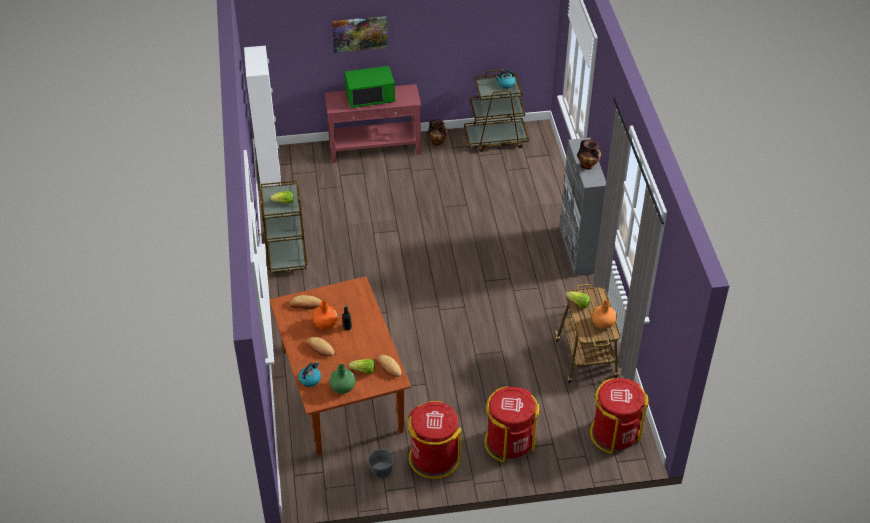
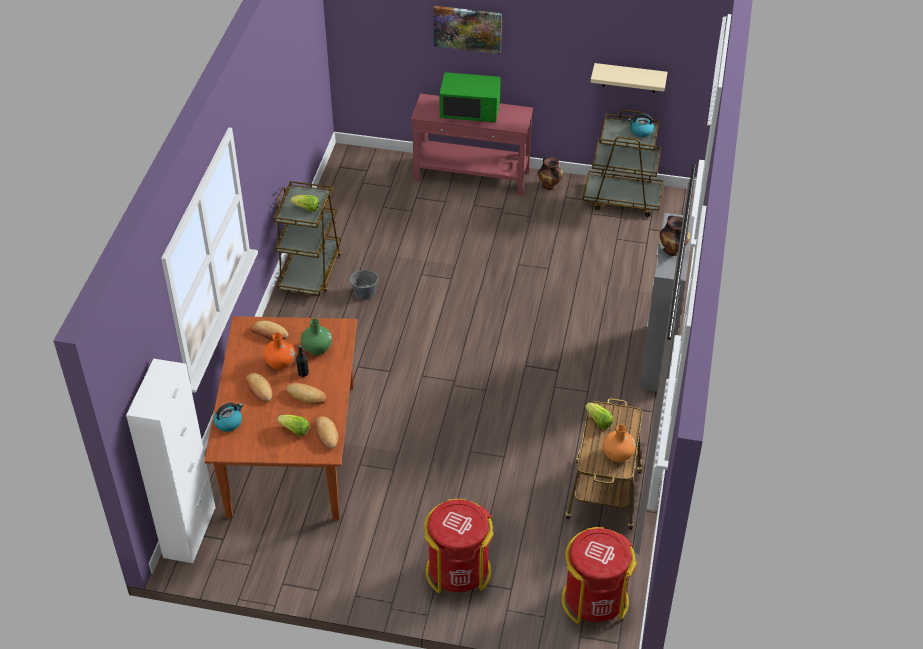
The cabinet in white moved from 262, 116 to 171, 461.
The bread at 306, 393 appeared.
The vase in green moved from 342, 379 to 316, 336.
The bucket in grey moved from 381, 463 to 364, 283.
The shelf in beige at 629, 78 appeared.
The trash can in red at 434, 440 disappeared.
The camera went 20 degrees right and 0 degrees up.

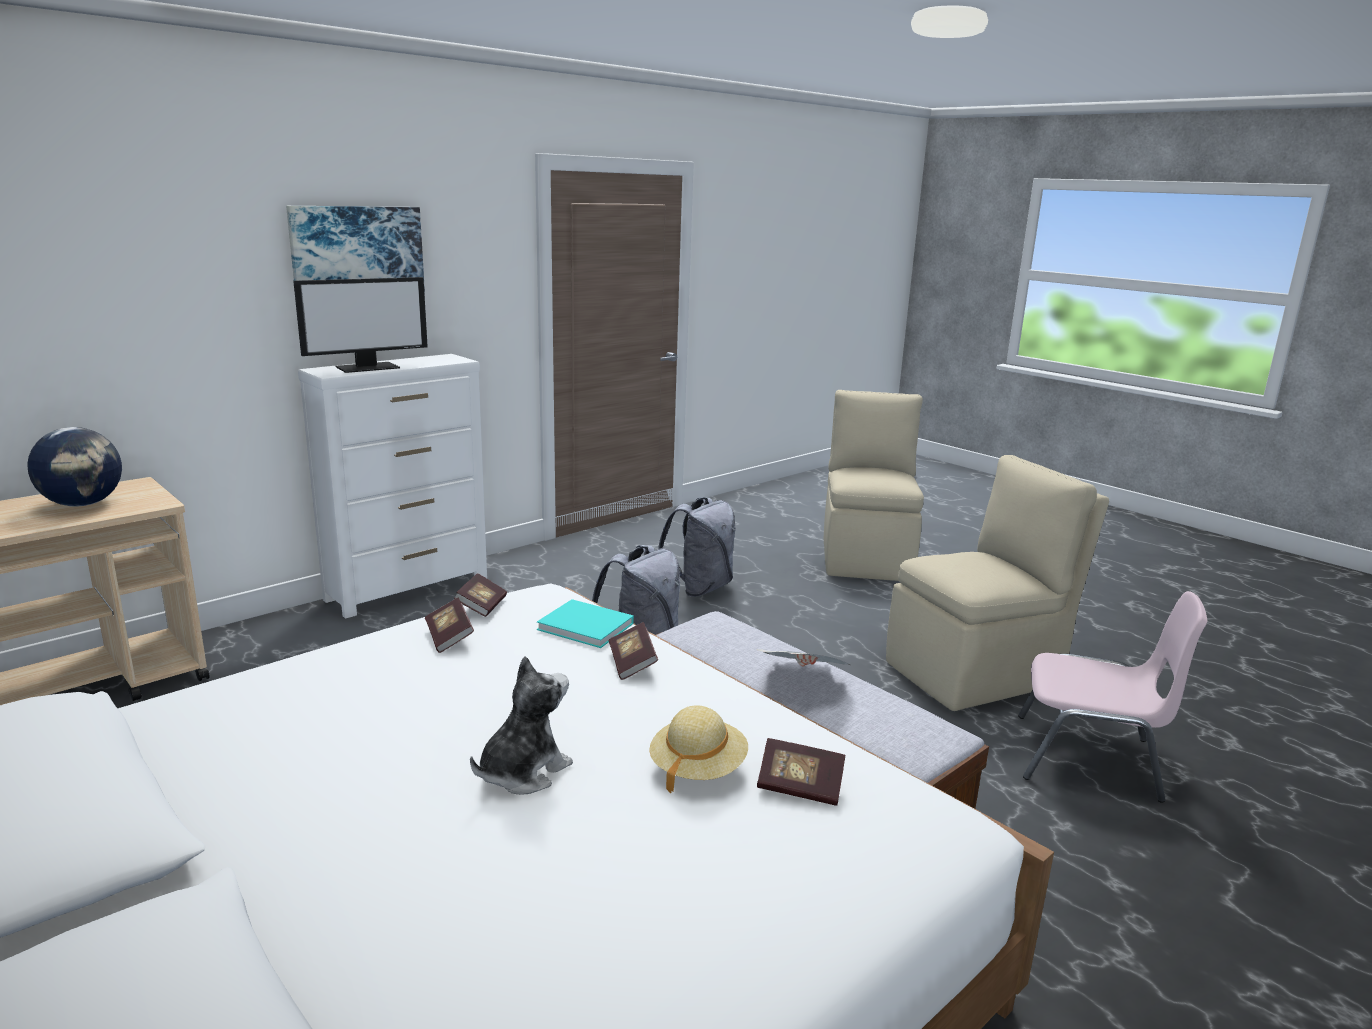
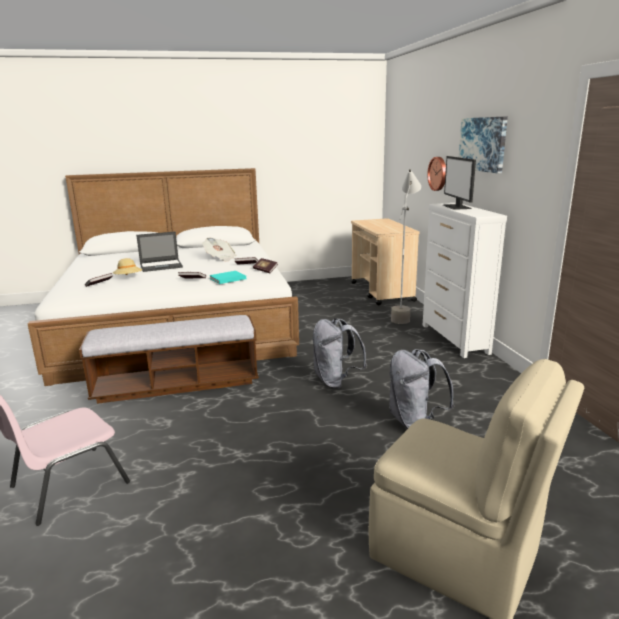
The plush toy at 521, 725 was replaced by the laptop at 159, 251.
The newspaper moved from 803, 658 to 219, 250.
The floor lamp in grey at 406, 246 appeared.
The wall clock at 436, 174 appeared.
The globe at 74, 467 disappeared.
The chair in beige at 997, 583 disappeared.
The camera went 120 degrees right and 0 degrees up.

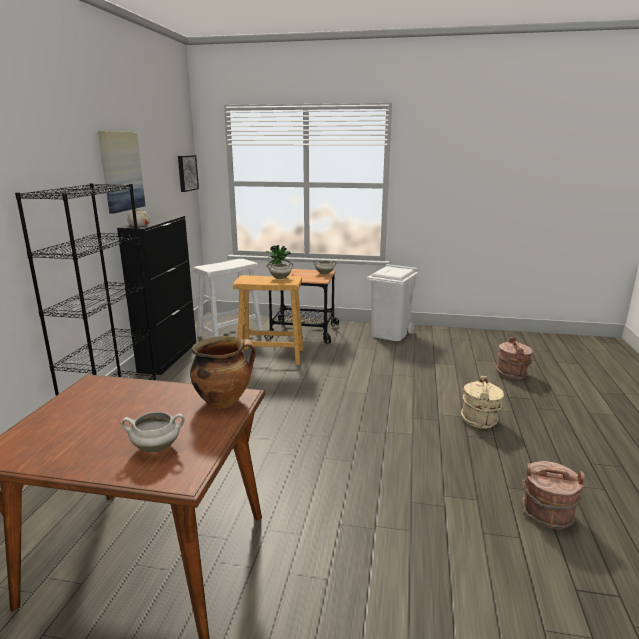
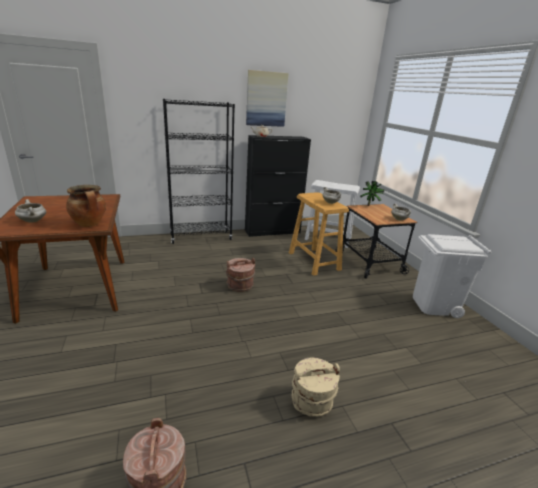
The bucket in brown moved from 514, 358 to 240, 275.
The picture at 188, 173 disappeared.
The camera went 60 degrees right and 5 degrees up.

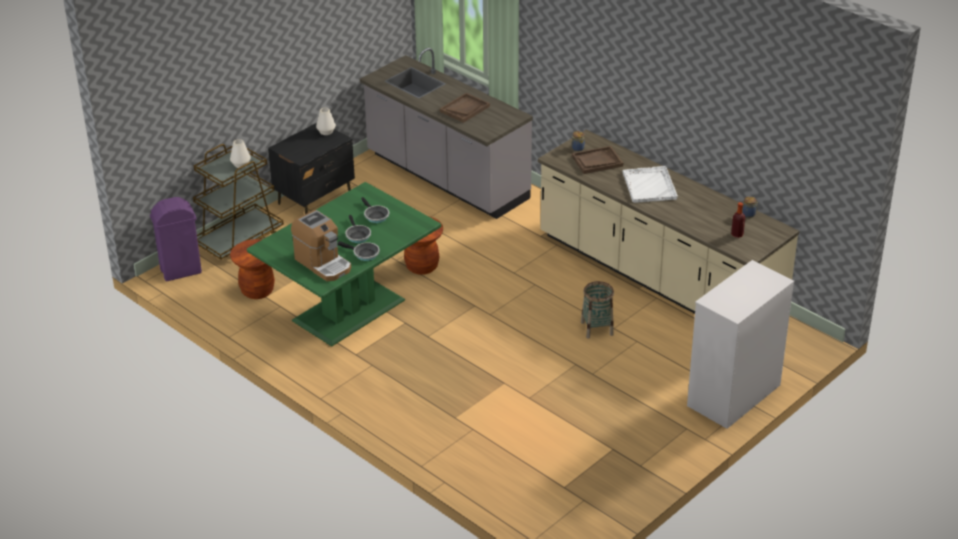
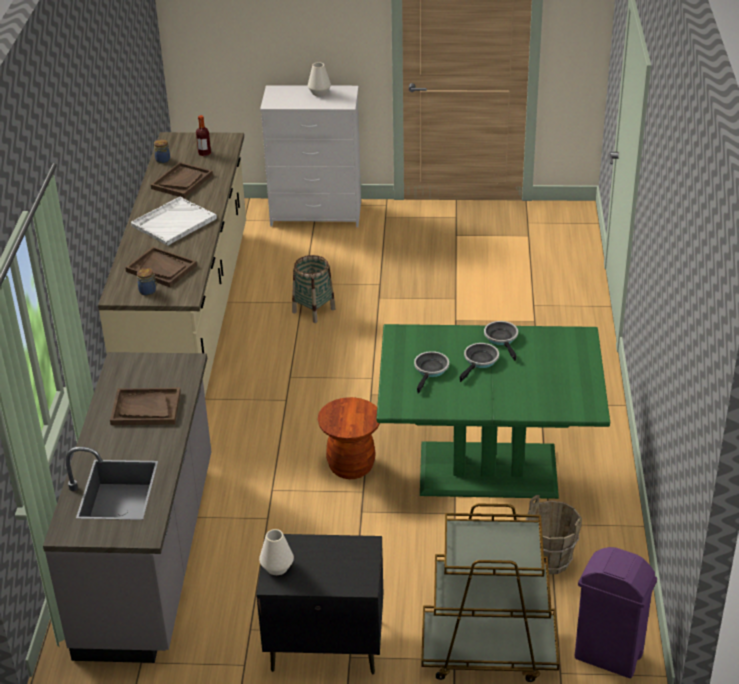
The tray in brown at 182, 180 appeared.
The vase in white moved from 240, 153 to 319, 79.
The stool in brown at 252, 269 was replaced by the bucket in brown at 554, 534.
The coffee machine at 321, 245 disappeared.
The camera went 130 degrees left and 0 degrees up.

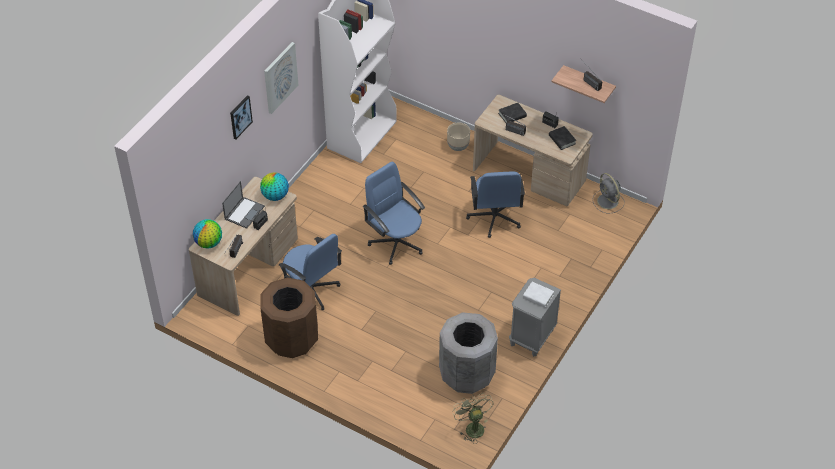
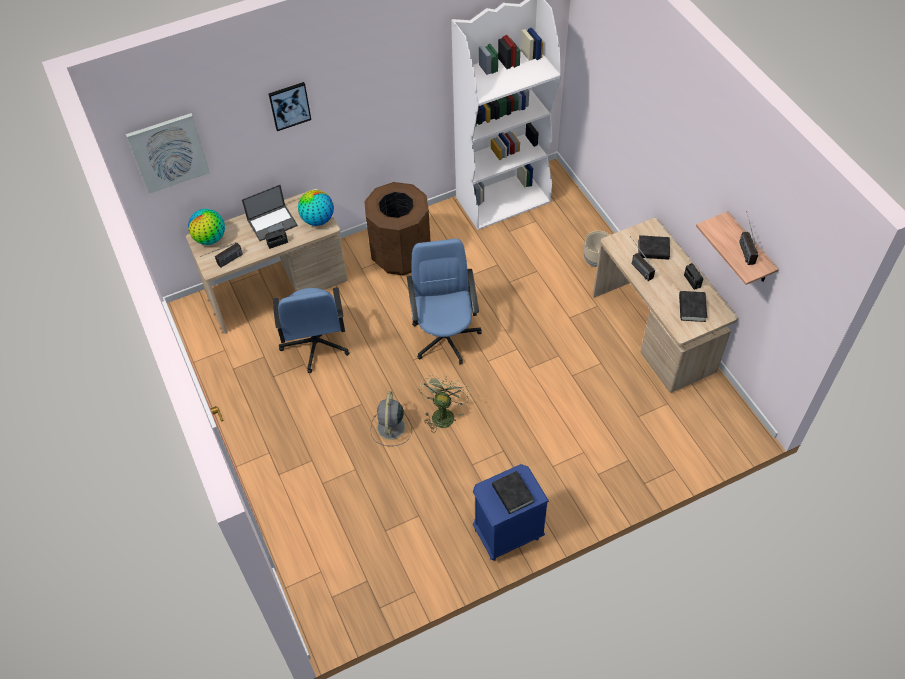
The picture moved from 281, 78 to 168, 153.
The trash can in brown moved from 289, 317 to 397, 229.
The fan in grey moved from 608, 193 to 391, 418.
The fan in green moved from 472, 419 to 444, 404.
The nightstand in grey at 535, 317 became the nightstand in blue at 511, 512.
The book in white at 538, 295 became the book in black at 513, 492.
The trash can in grey at 468, 353 disappeared.
The office chair in blue at 495, 205 disappeared.
The camera went 35 degrees right and 5 degrees up.

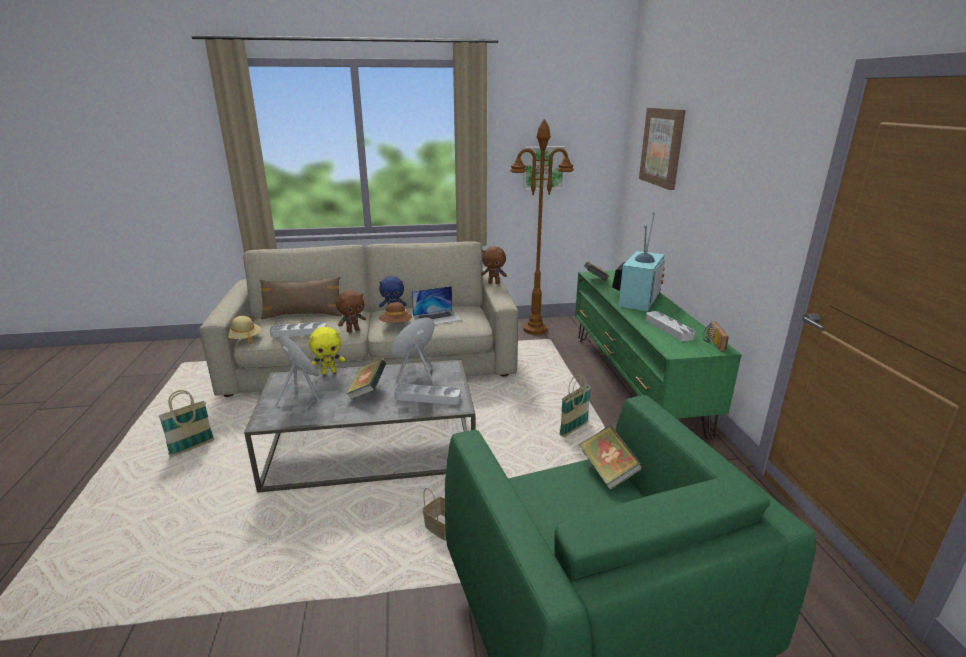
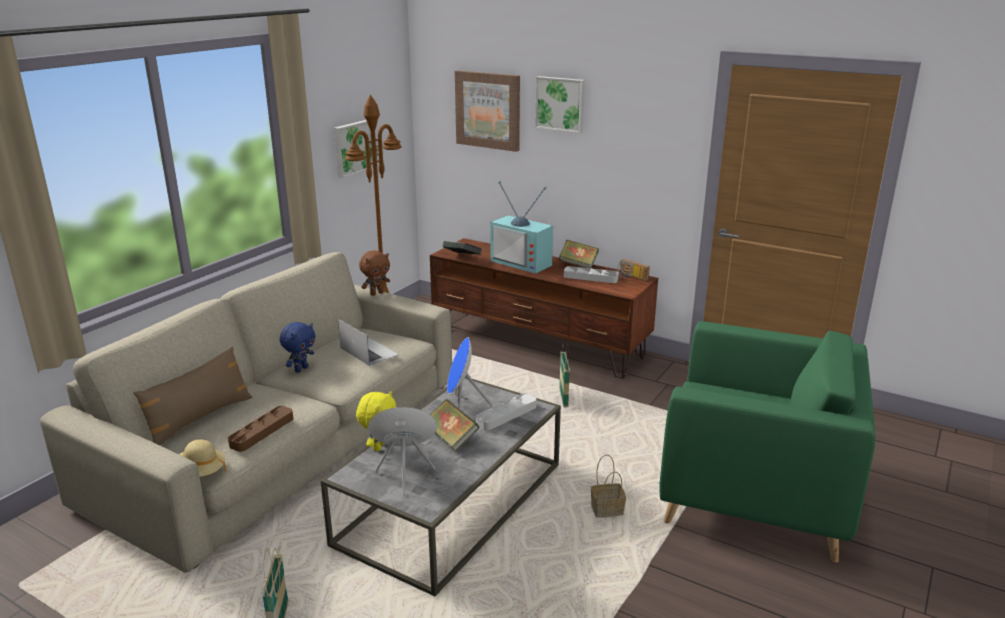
The tray in grey at 298, 330 became the tray in brown at 260, 429.
The laptop at 437, 305 turned 60 degrees counterclockwise.
The tv stand in green at 658, 354 became the tv stand in brown at 544, 308.
The television at 638, 262 turned 150 degrees clockwise.
The picture at 560, 104 appeared.
The book moved from 611, 457 to 579, 254.
The plush toy in brown at 351, 312 disappeared.
The hat in brown at 395, 312 disappeared.
The camera went 50 degrees left and 0 degrees up.

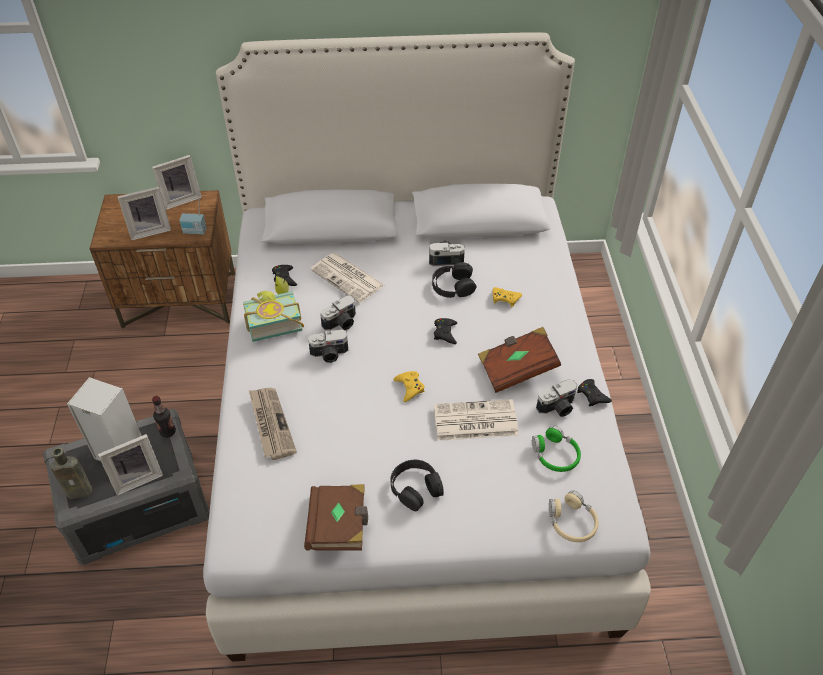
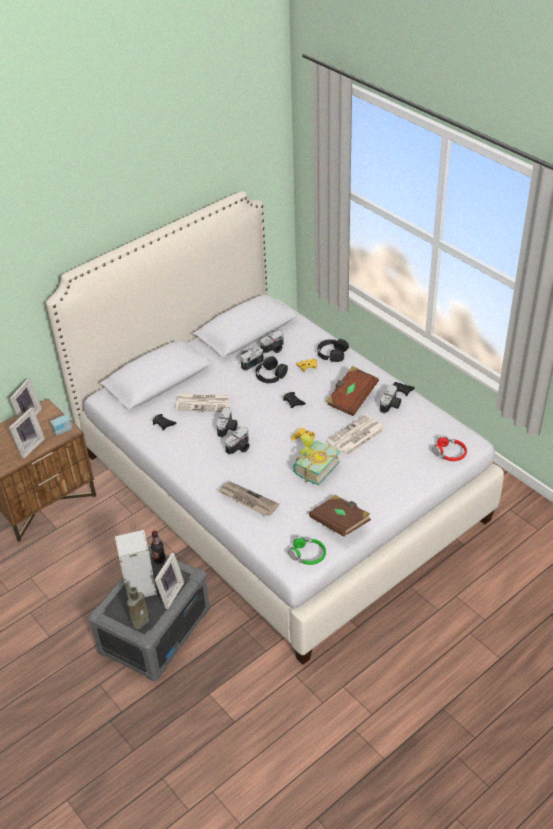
The photo camera at 272, 342 appeared.
The headphones in green moved from 556, 448 to 307, 550.
The book moved from 273, 309 to 316, 460.
The headphones in black moved from 417, 485 to 333, 350.
The headphones in beige at 574, 516 became the headphones in red at 449, 448.
The camera went 35 degrees left and 5 degrees down.

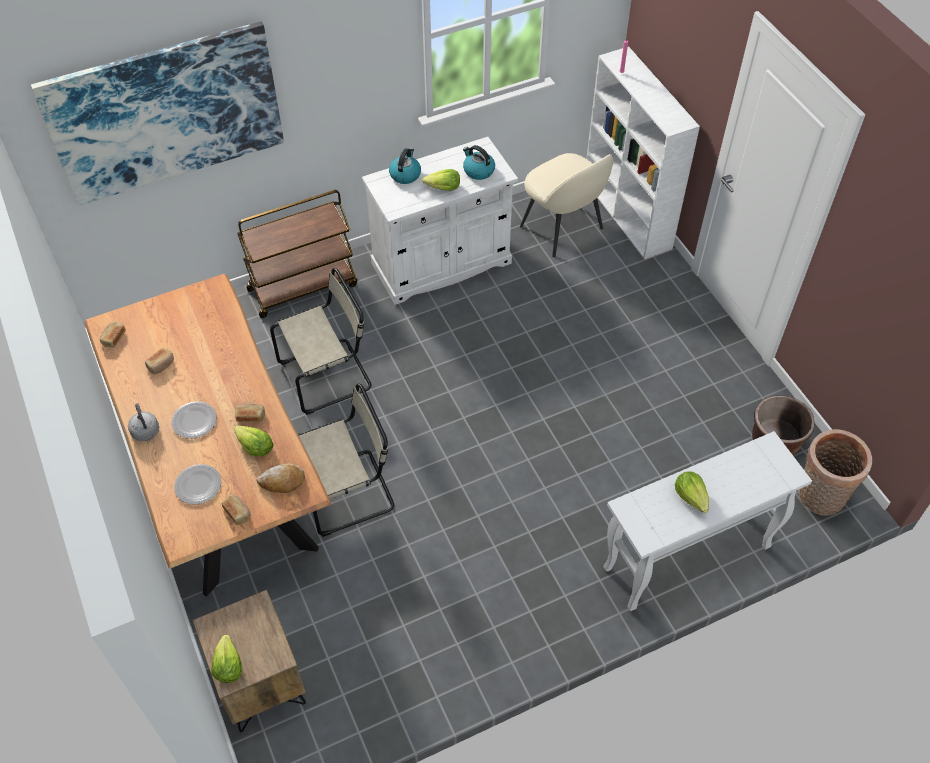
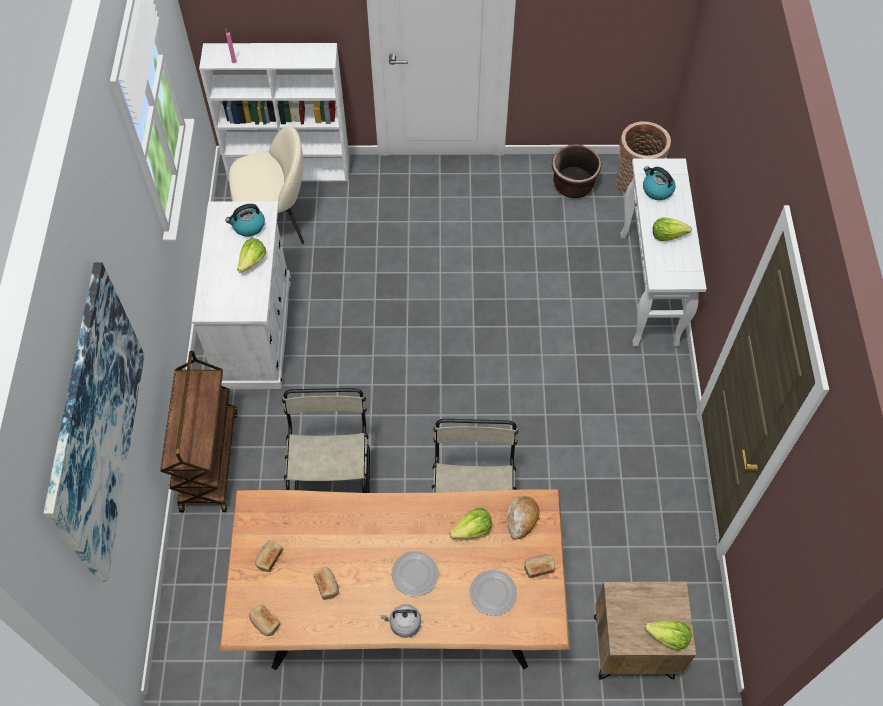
The bread moved from 250, 412 to 269, 556.
The kettle moved from 405, 166 to 659, 183.
The camera went 65 degrees left and 5 degrees up.

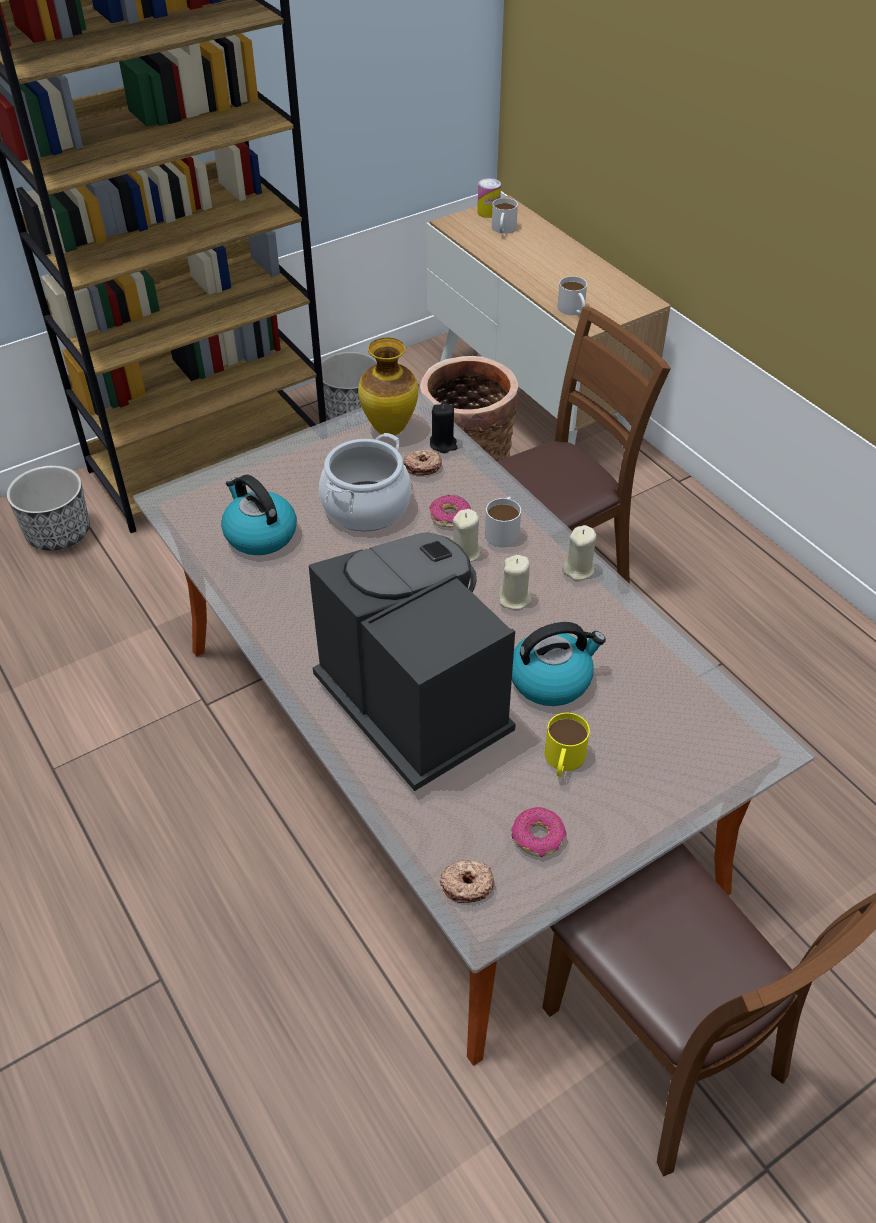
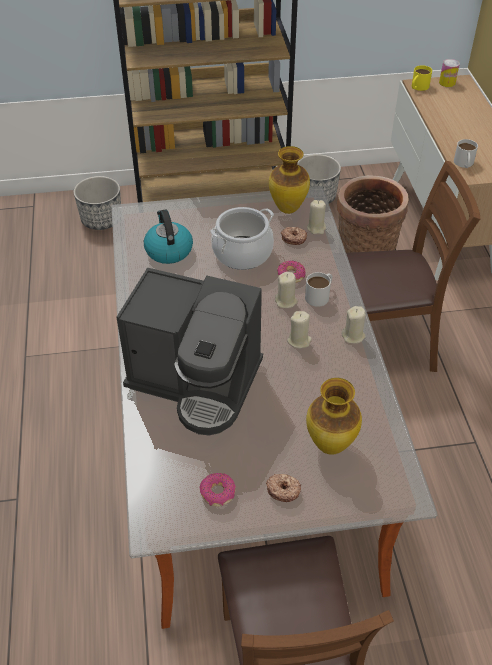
The coffee machine at 412, 661 turned 120 degrees clockwise.
The donut moved from 467, 882 to 283, 488.
The vase at 334, 416 appeared.
The candle in black at 443, 428 became the candle in beige at 316, 217.
The mug in yellow moved from 567, 745 to 422, 78.
The mug in white at 505, 216 disappeared.
The kettle at 559, 664 disappeared.
The camera went 25 degrees right and 0 degrees up.

